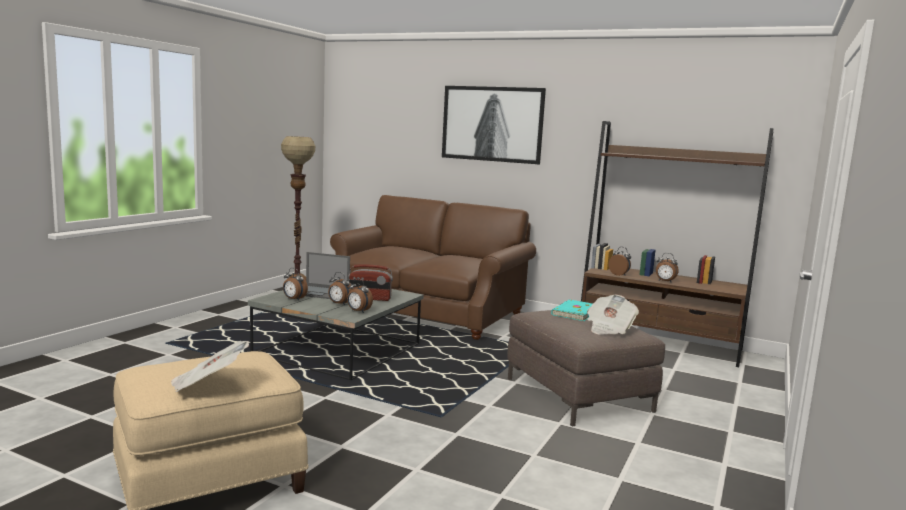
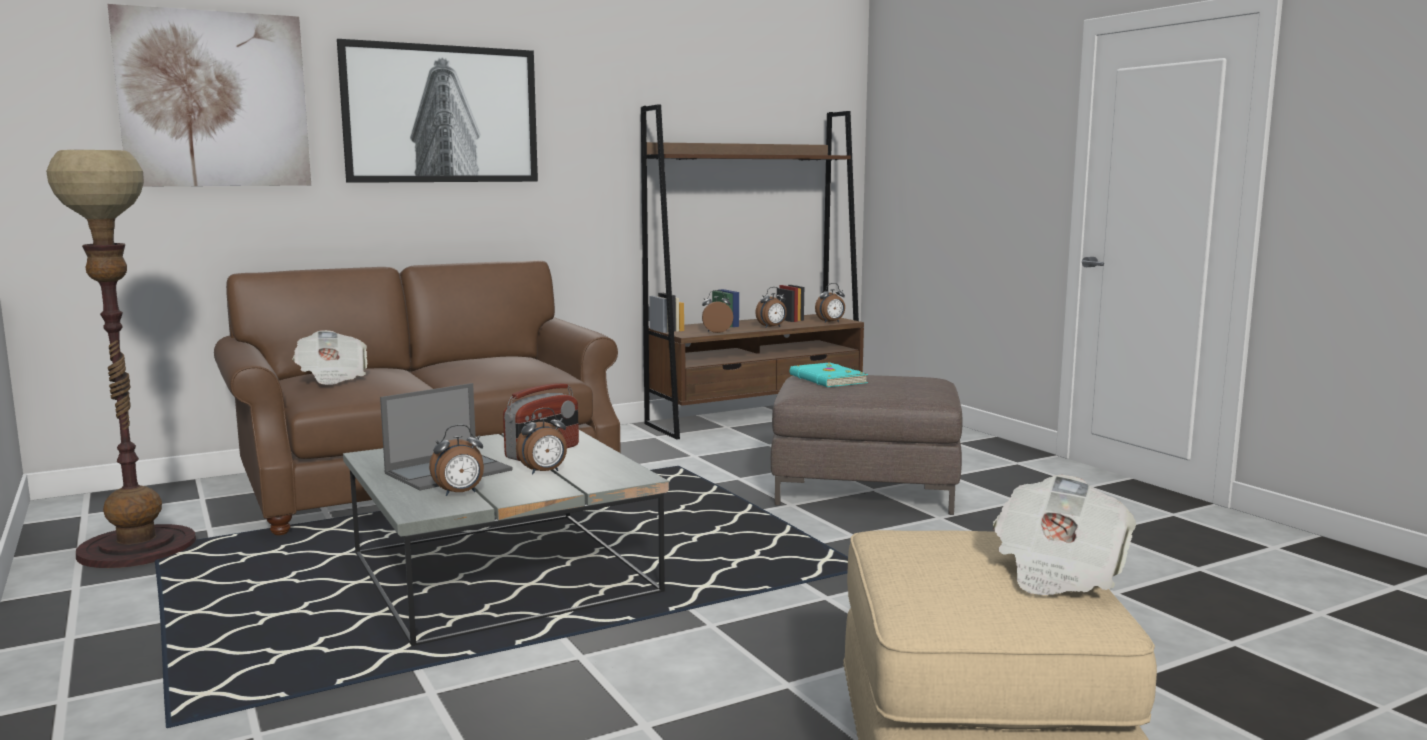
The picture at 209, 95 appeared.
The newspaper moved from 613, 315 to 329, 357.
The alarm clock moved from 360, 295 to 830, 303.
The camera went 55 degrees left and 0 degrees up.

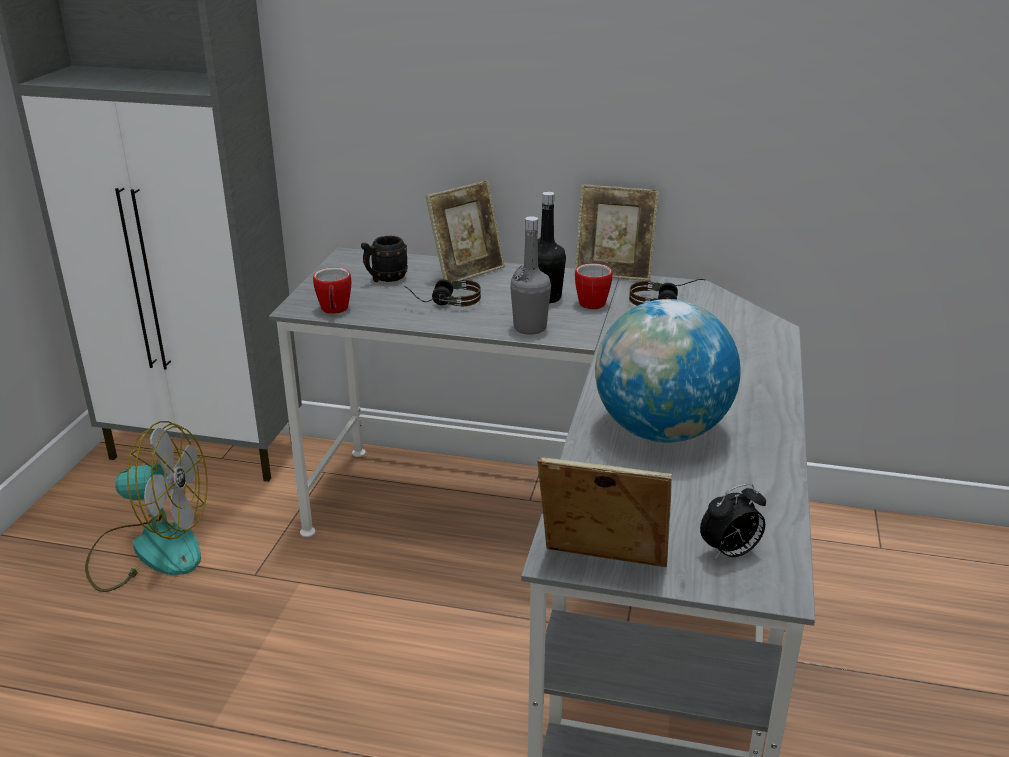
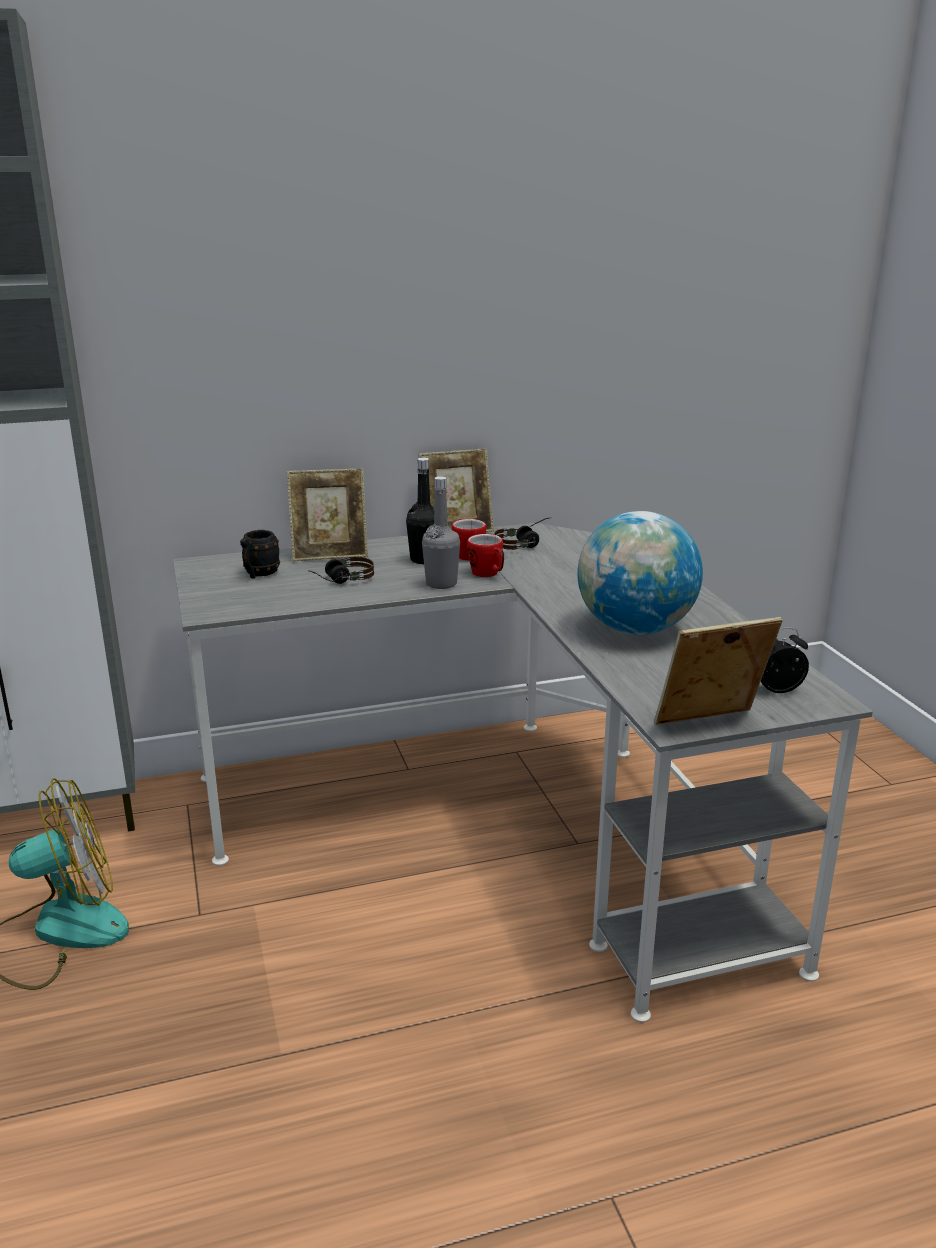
The picture frame at 465, 231 turned 60 degrees clockwise.
The mug moved from 332, 290 to 485, 555.
The alarm clock at 733, 521 turned 135 degrees counterclockwise.
The camera went 30 degrees left and 5 degrees down.

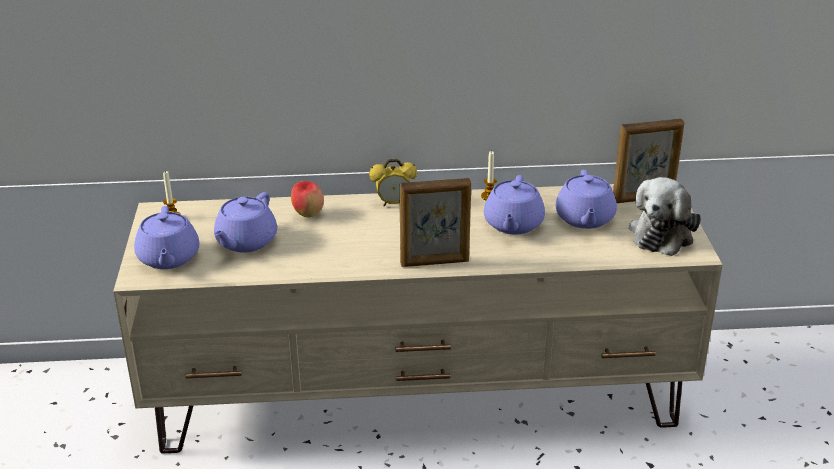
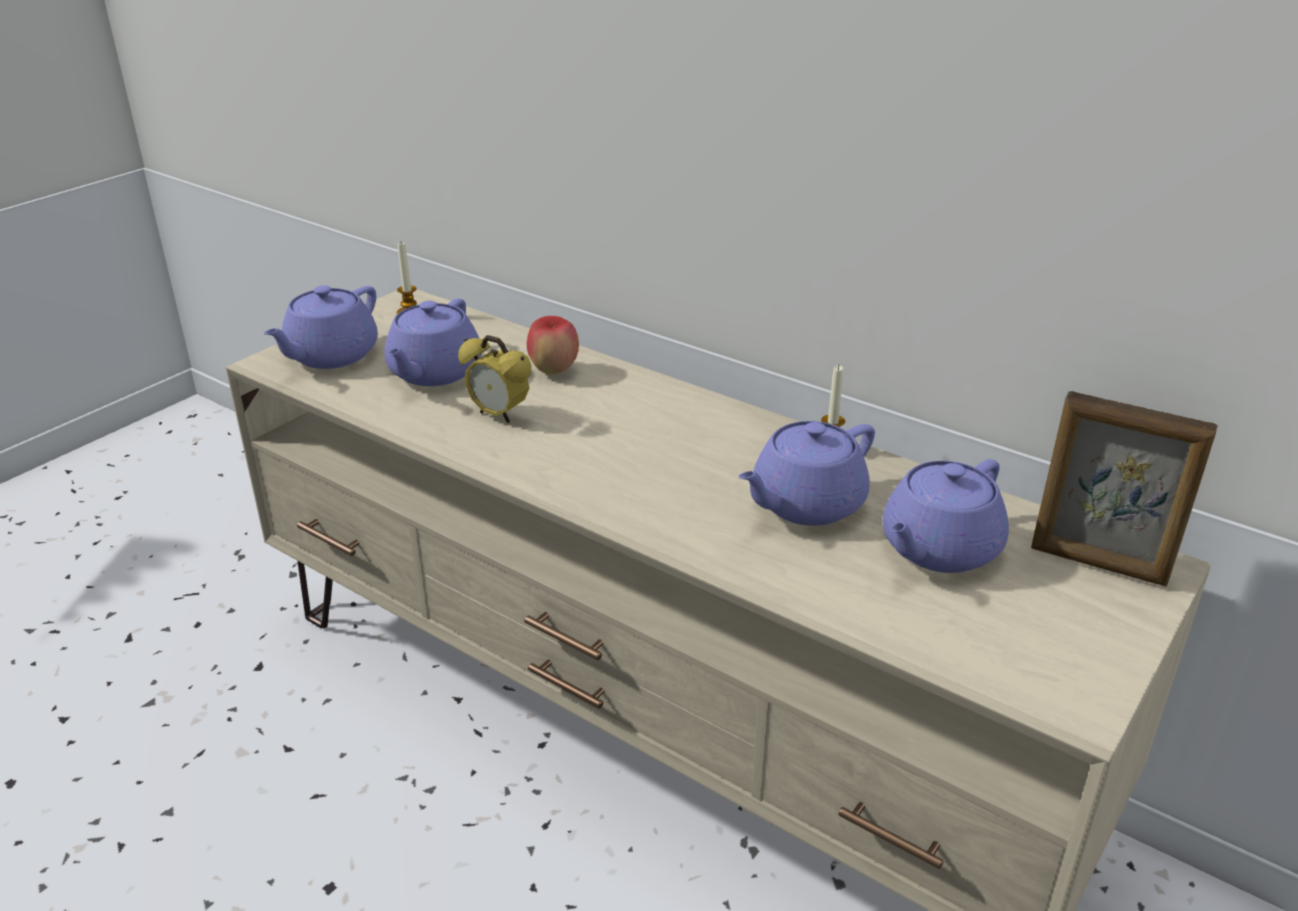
The teapot in purple at 245, 222 turned 45 degrees counterclockwise.
The alarm clock moved from 393, 182 to 495, 379.
The picture frame at 435, 222 disappeared.
The plush toy at 665, 216 disappeared.
The camera went 40 degrees right and 0 degrees up.

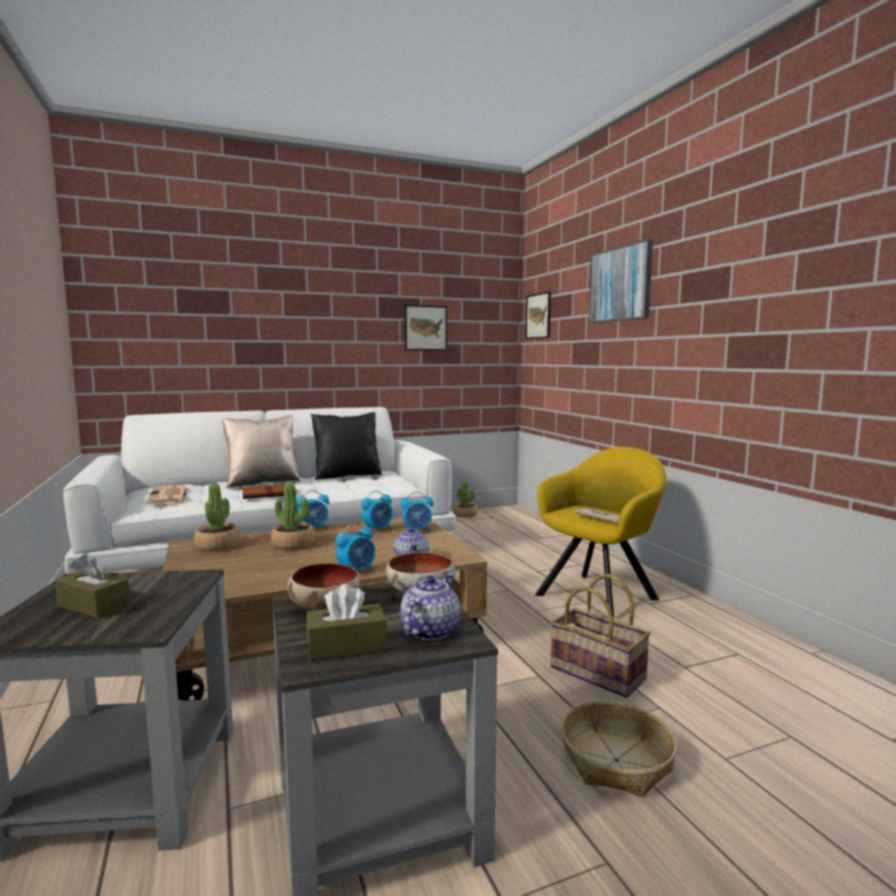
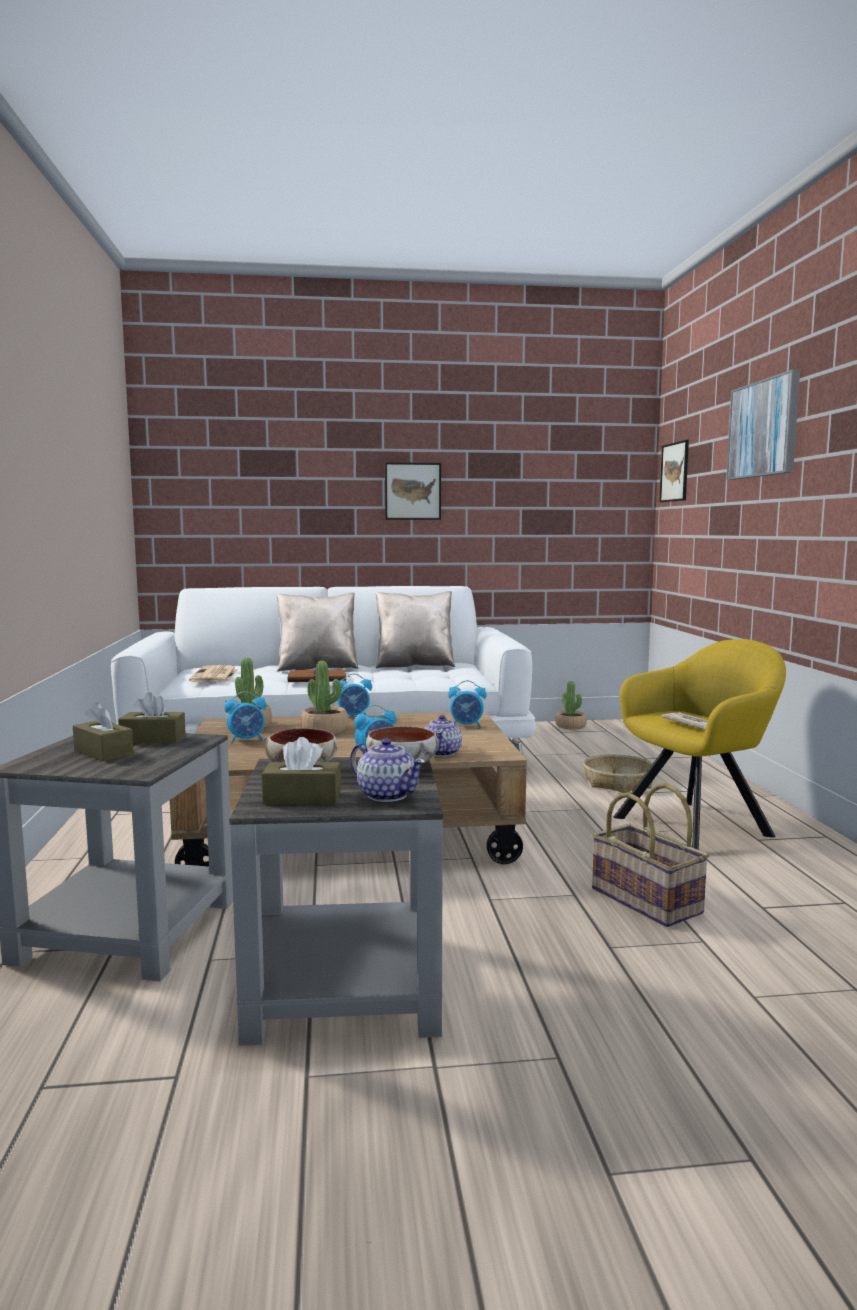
The tissue box in brown at 152, 717 appeared.
The alarm clock moved from 377, 510 to 245, 717.
The teapot at 430, 606 turned 90 degrees clockwise.
The pillow in black at 346, 446 became the pillow in beige at 415, 629.
The picture moved from 426, 328 to 413, 491.
The basket moved from 619, 748 to 618, 773.
The camera went 15 degrees right and 0 degrees up.

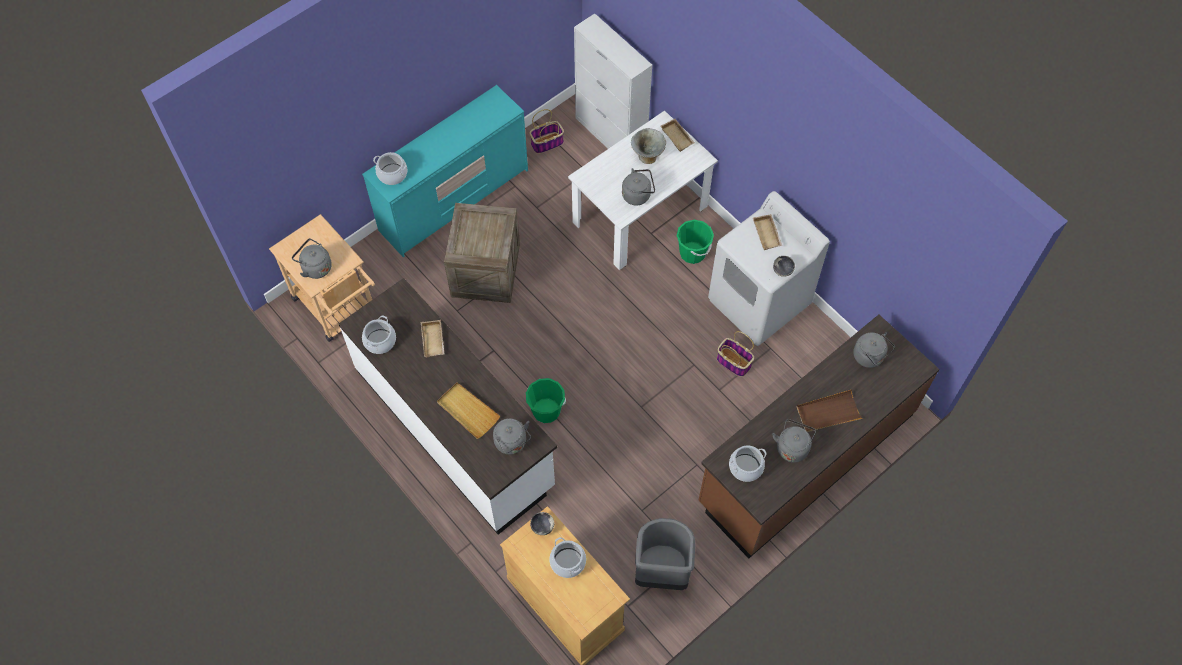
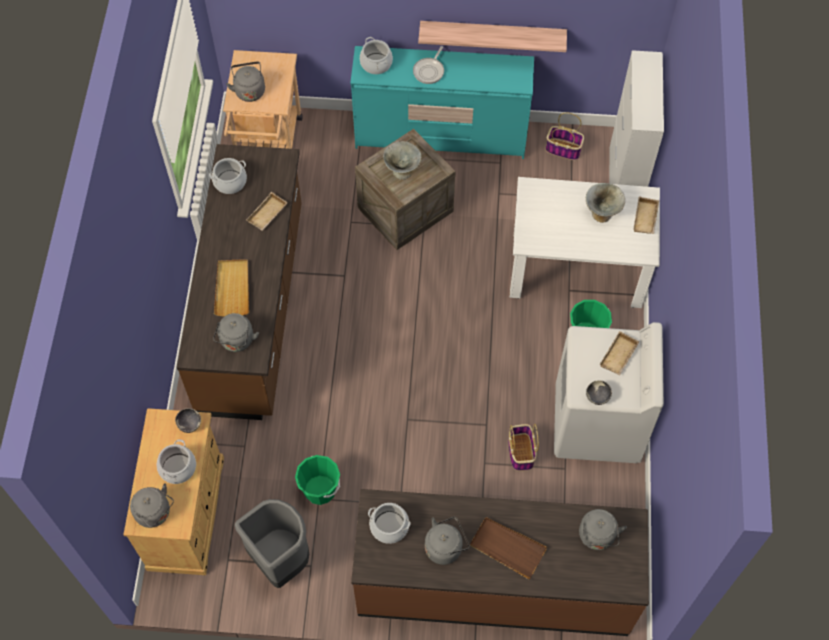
The kettle in grey moved from 638, 186 to 152, 505.
The counter in white at 448, 406 became the counter in brown at 239, 282.
The bucket in green moved from 546, 400 to 317, 480.
The bowl in grey at 402, 160 appeared.
The frying pan at 428, 65 appeared.
The shelf at 492, 36 appeared.
The camera went 45 degrees right and 0 degrees up.

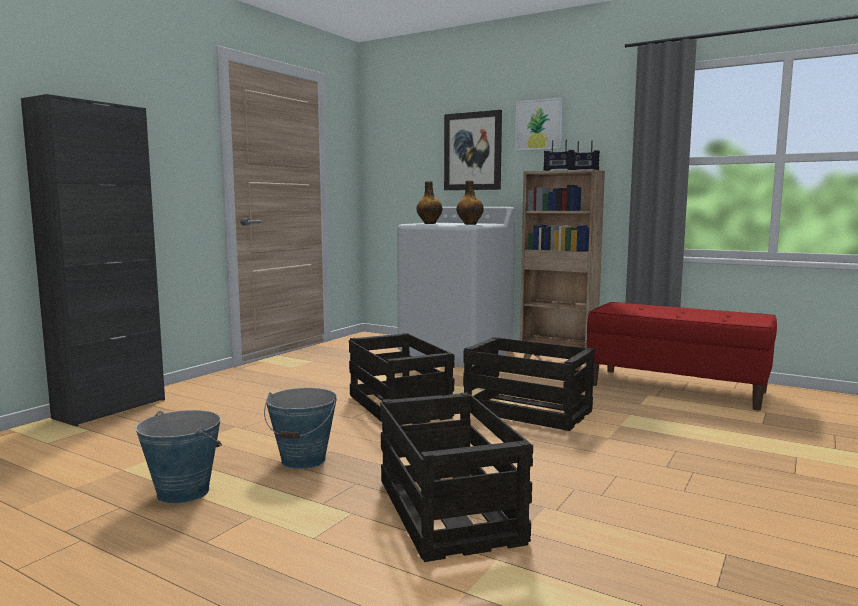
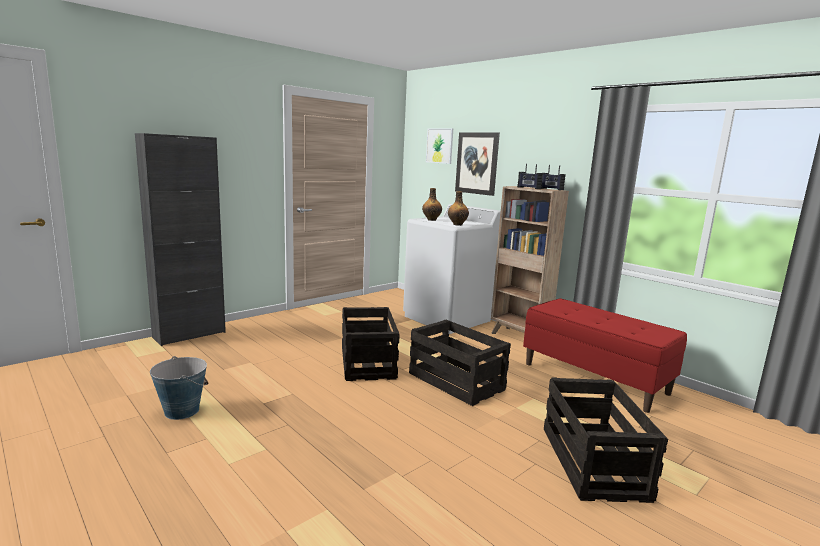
The picture moved from 539, 124 to 439, 146.
The crate moved from 456, 477 to 606, 440.
The bucket at 300, 428 disappeared.
The camera went 15 degrees right and 5 degrees up.

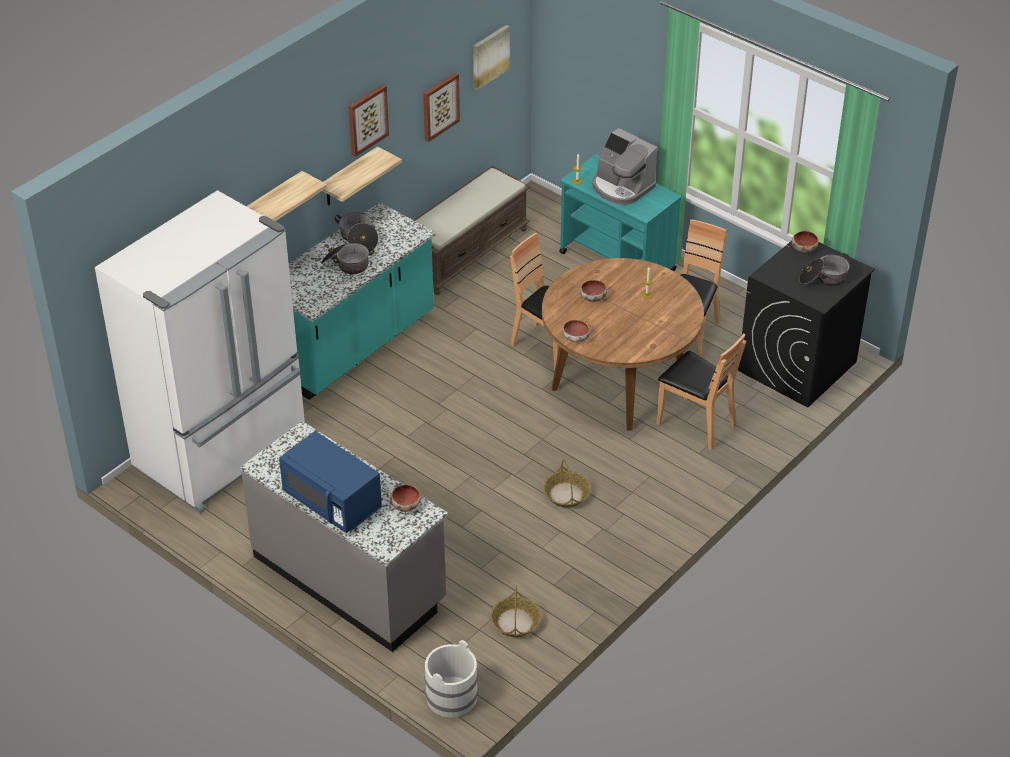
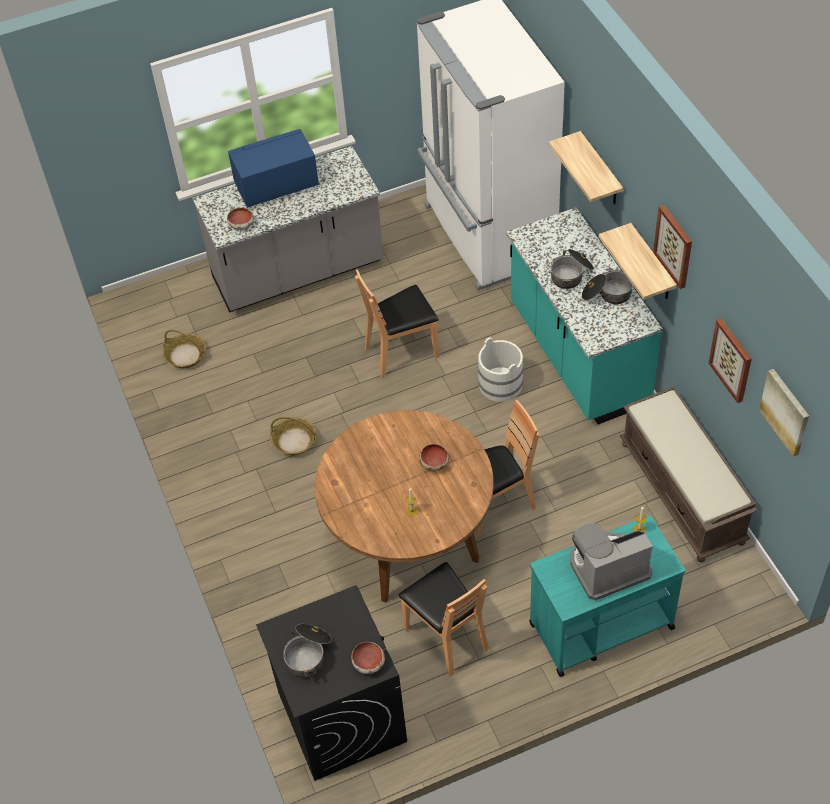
The chair in brown moved from 701, 392 to 397, 323.
The bucket in white moved from 451, 679 to 500, 369.
The bowl at 576, 331 disappeared.
The camera went 120 degrees right and 10 degrees up.

